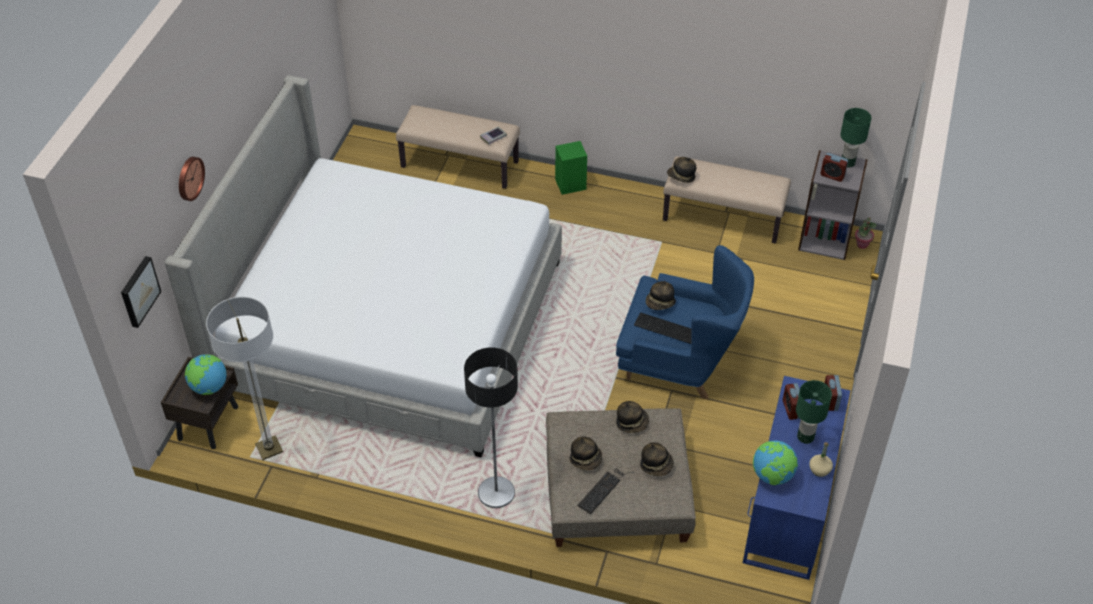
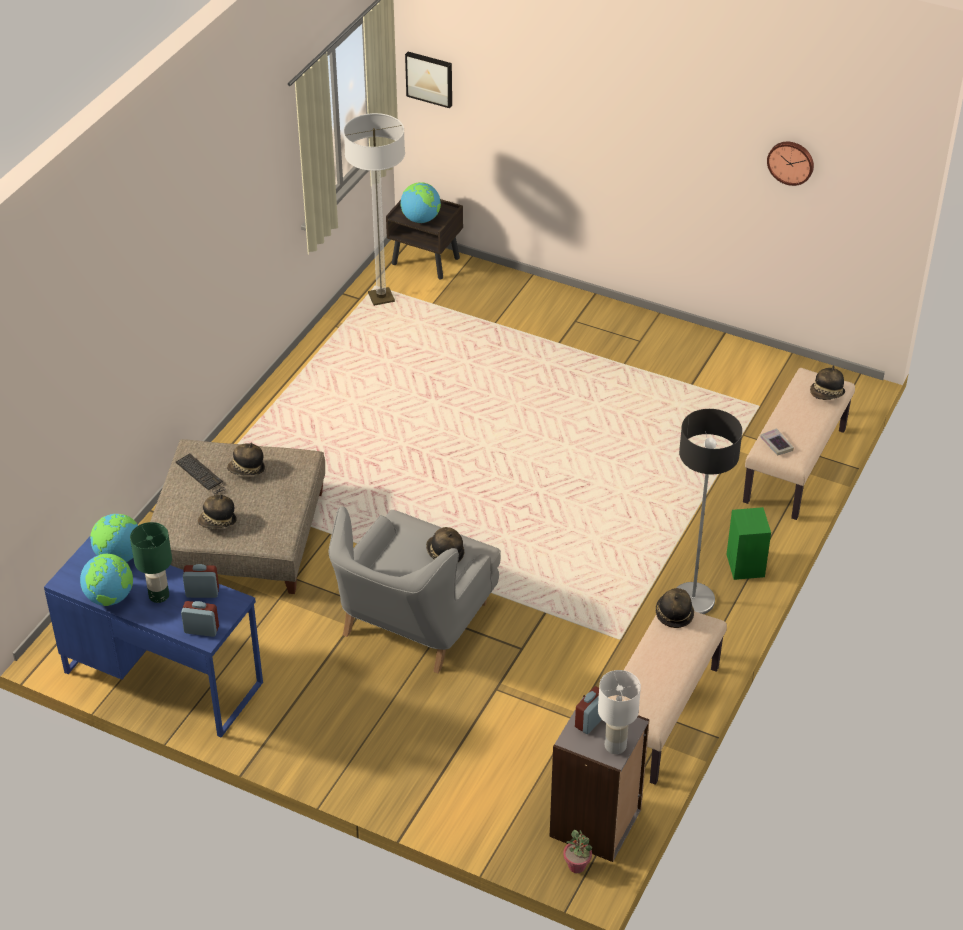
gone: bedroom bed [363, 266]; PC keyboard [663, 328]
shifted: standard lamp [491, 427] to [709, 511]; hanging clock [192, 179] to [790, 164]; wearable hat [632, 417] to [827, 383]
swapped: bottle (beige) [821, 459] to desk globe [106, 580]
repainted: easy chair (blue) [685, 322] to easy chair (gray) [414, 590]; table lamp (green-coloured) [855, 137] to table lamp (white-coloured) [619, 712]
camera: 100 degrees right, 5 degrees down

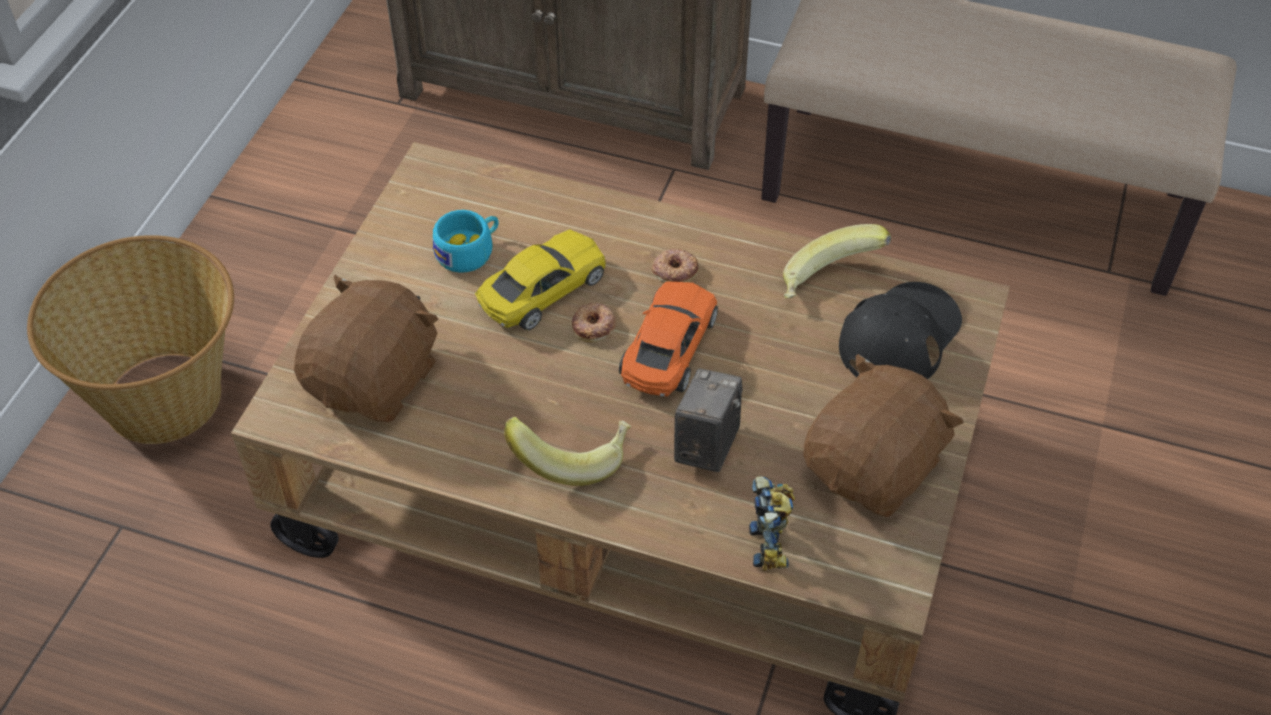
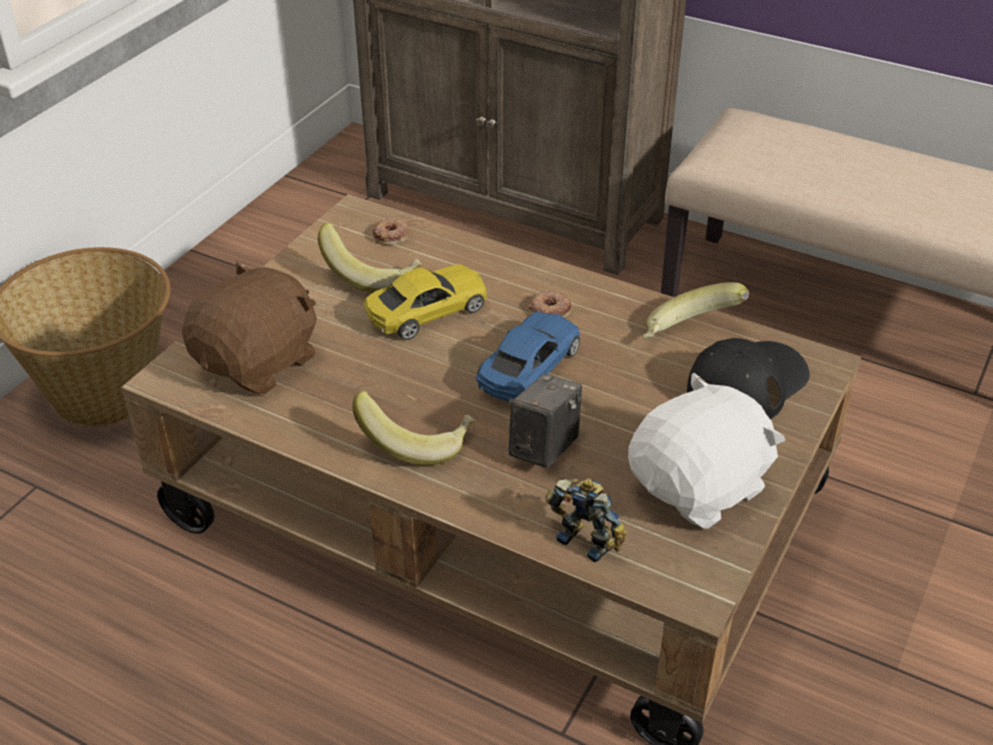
shifted: doughnut [594, 322] to [391, 231]
swapped: drinking cup (blue-green) [466, 241] to banana fruit [370, 258]
repainted: toy car (orange) [668, 339] to toy car (blue) [528, 357]; cuddly toy (brownish) [883, 435] to cuddly toy (white-coloured) [706, 451]
rotated: toy robot [772, 523] = [586, 520] 60 degrees counterclockwise
camera: 10 degrees right, 10 degrees down

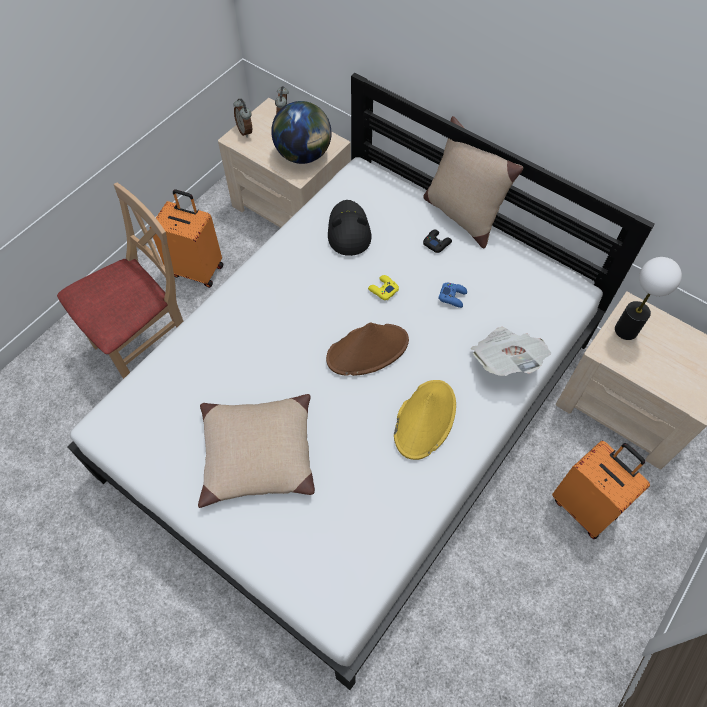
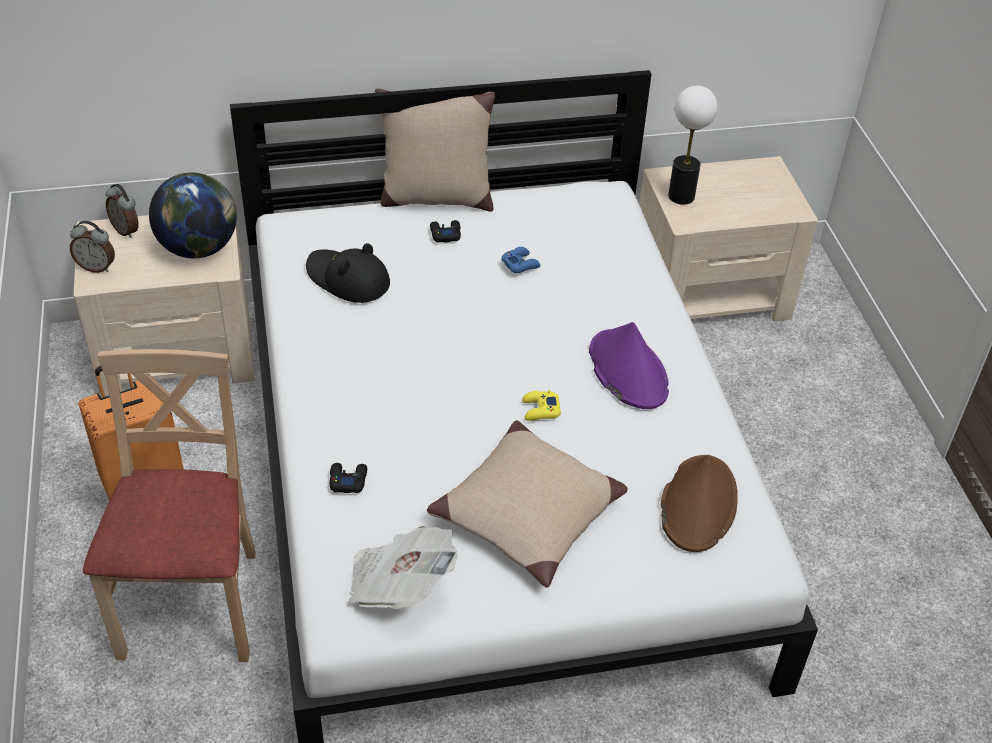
gone: piece of luggage (orange) [601, 490]
new: game controller (black) [348, 478]
shifted: printed paper [511, 351] to [403, 567]; game controller (yellowish) [383, 287] to [541, 405]; wearable hat (brownish) [367, 349] to [699, 503]
repainted: wearable hat (yellowish) [425, 420] to wearable hat (purple) [629, 365]
camera: 50 degrees left, 15 degrees down

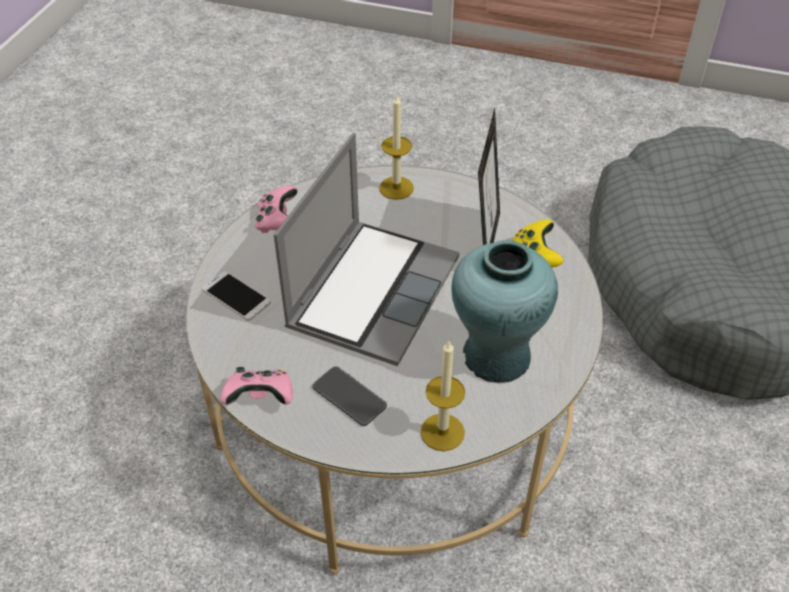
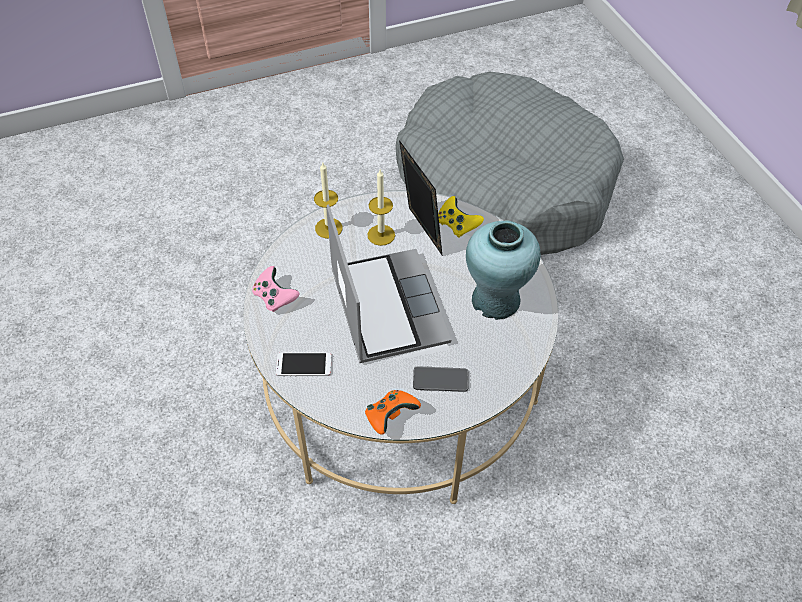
shifted: candle [443, 396] to [381, 208]
repainted: game controller (pink-coloured) [257, 386] to game controller (orange) [393, 412]
camera: 40 degrees left, 5 degrees up

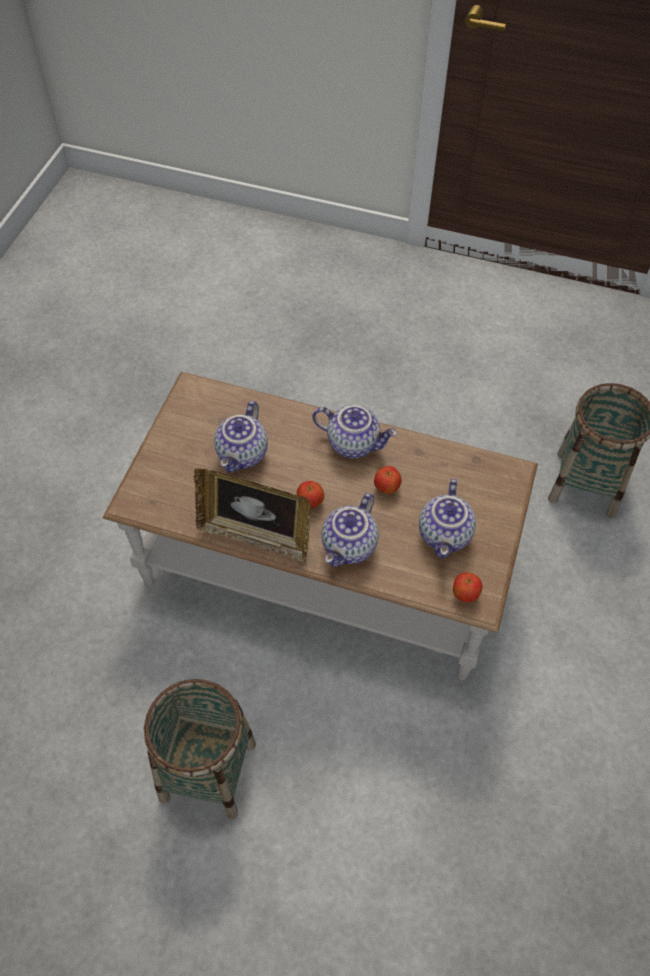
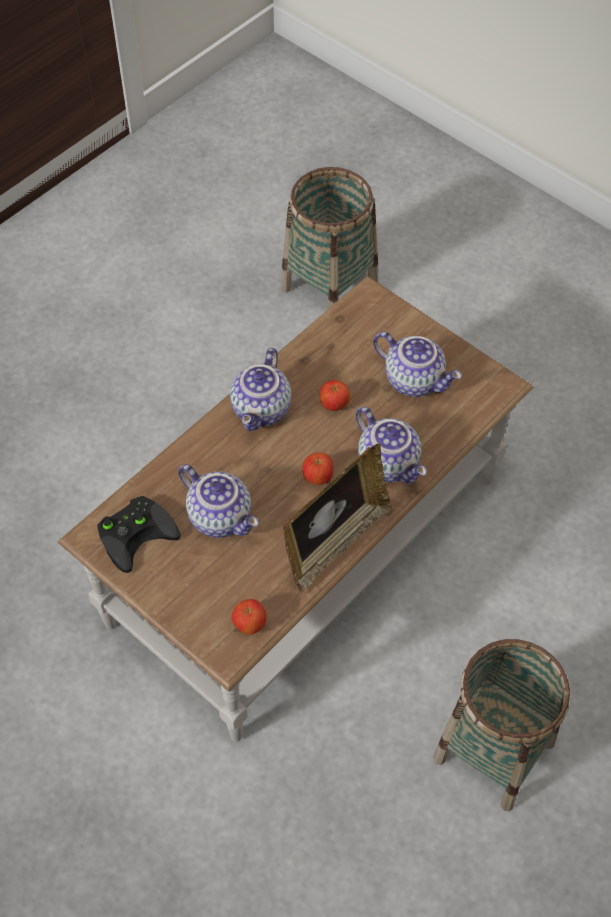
new: game controller (black) [139, 534]
shifted: apple [467, 587] to [249, 617]
rotated: tea pot [354, 431] = [261, 389] 150 degrees clockwise
camera: 65 degrees left, 0 degrees up

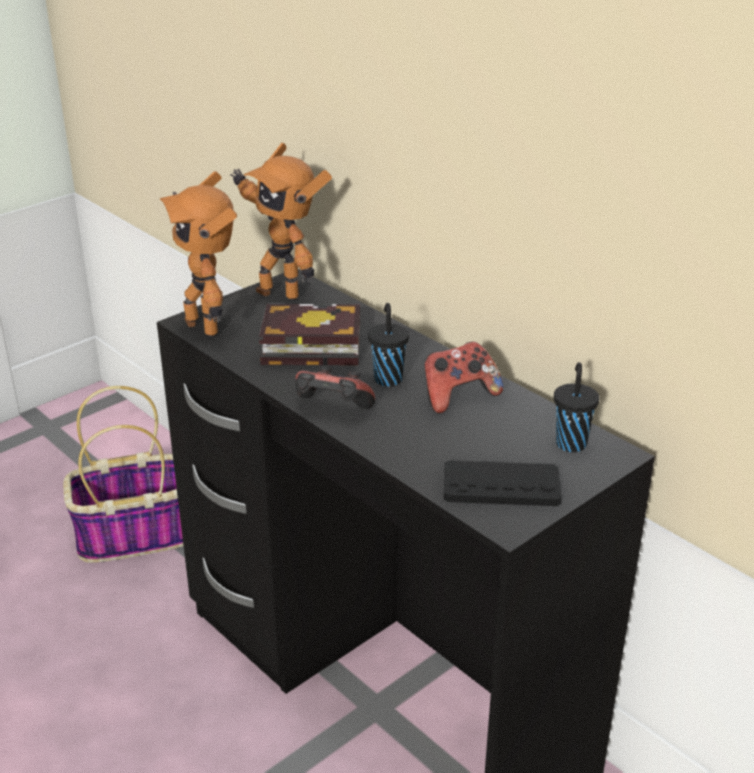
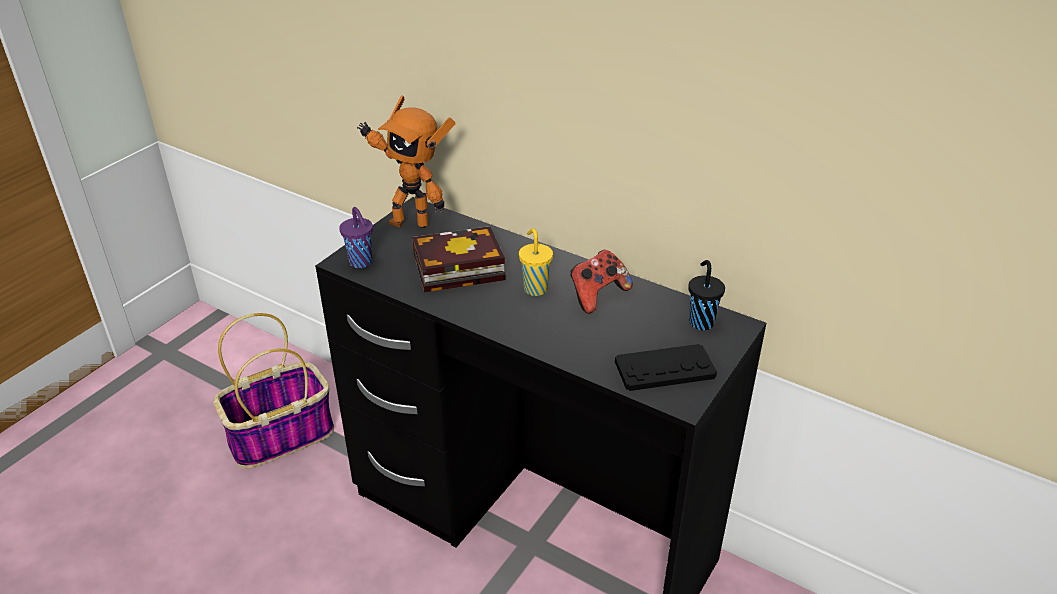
gone: game controller [335, 388]
swapped: toy robot [198, 254] to drinking cup (purple) [356, 237]
repainted: drinking cup (black) [388, 345] to drinking cup (yellowish) [536, 262]
camera: 15 degrees left, 5 degrees up

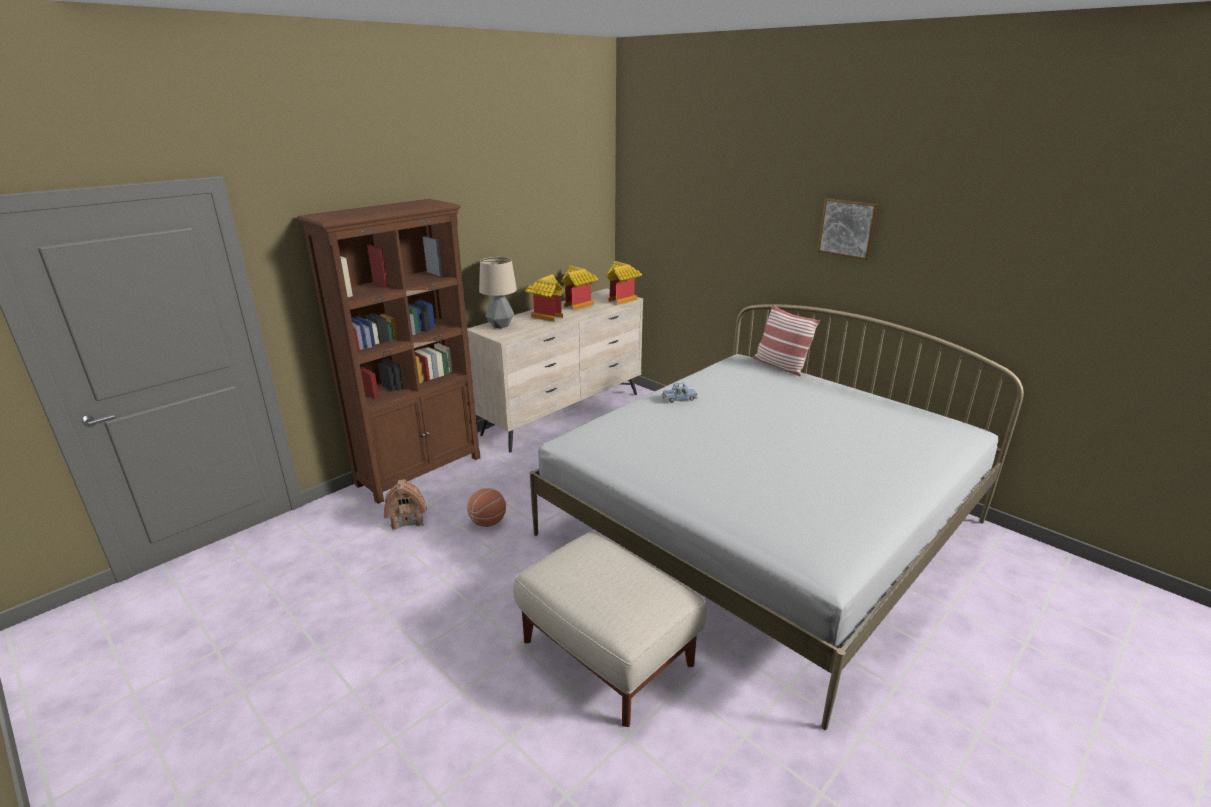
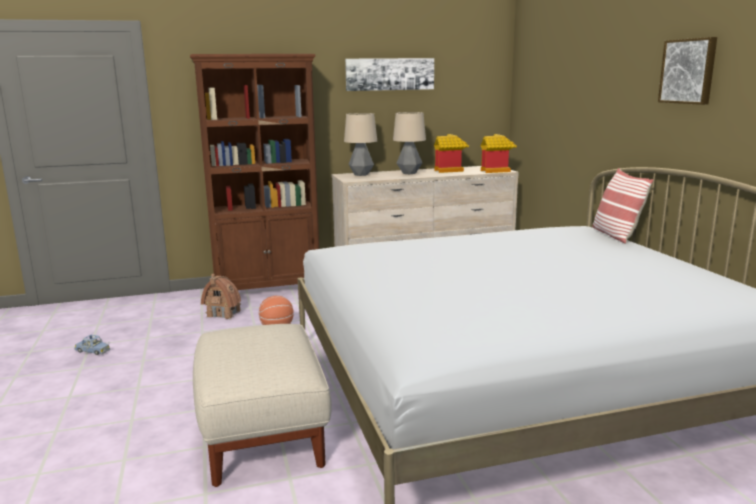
new: picture [389, 74]
shifted: toy car (blue) [679, 393] to [92, 345]
swapped: model house [544, 298] to table lamp [409, 143]
camera: 30 degrees right, 10 degrees down

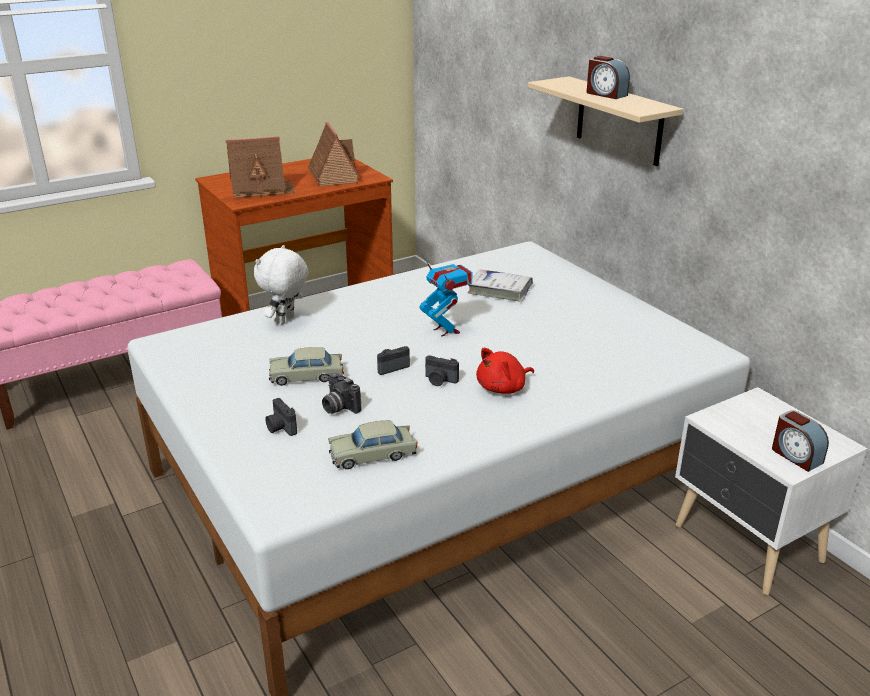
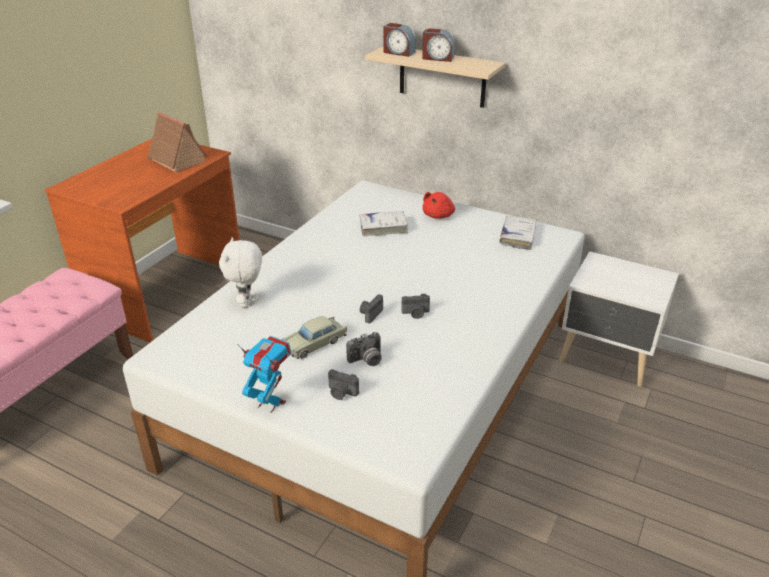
gone: model house [260, 167]; toy car (beige) [372, 444]
new: bound book (white-coloured) [517, 233]
shifted: toy robot [446, 296] to [264, 374]; table clock [800, 441] to [400, 40]; cuddly toy (red-coloured) [505, 371] to [438, 205]
rotated: still camera [342, 393] = [364, 349] 45 degrees counterclockwise
camera: 30 degrees left, 5 degrees up

